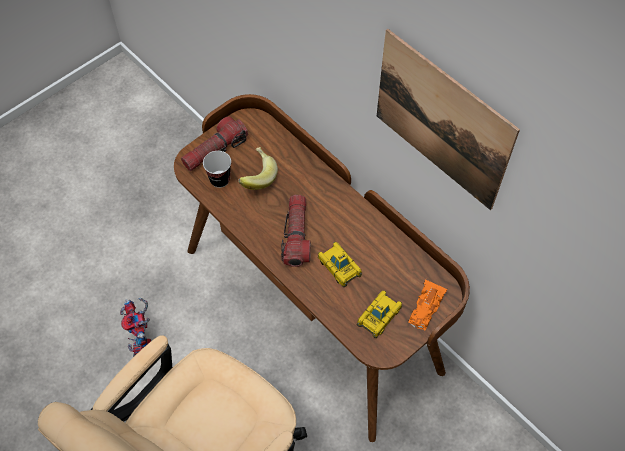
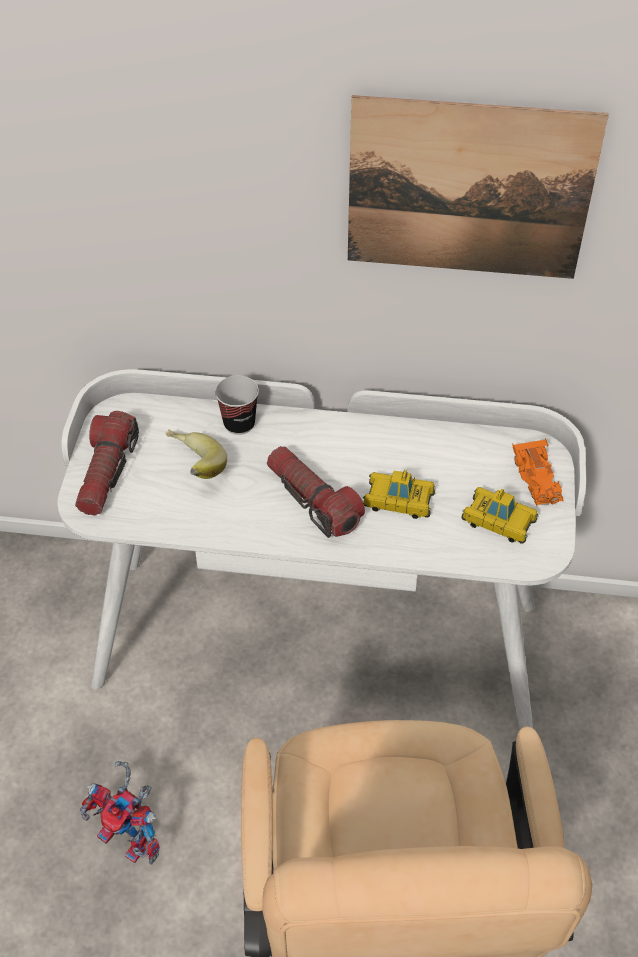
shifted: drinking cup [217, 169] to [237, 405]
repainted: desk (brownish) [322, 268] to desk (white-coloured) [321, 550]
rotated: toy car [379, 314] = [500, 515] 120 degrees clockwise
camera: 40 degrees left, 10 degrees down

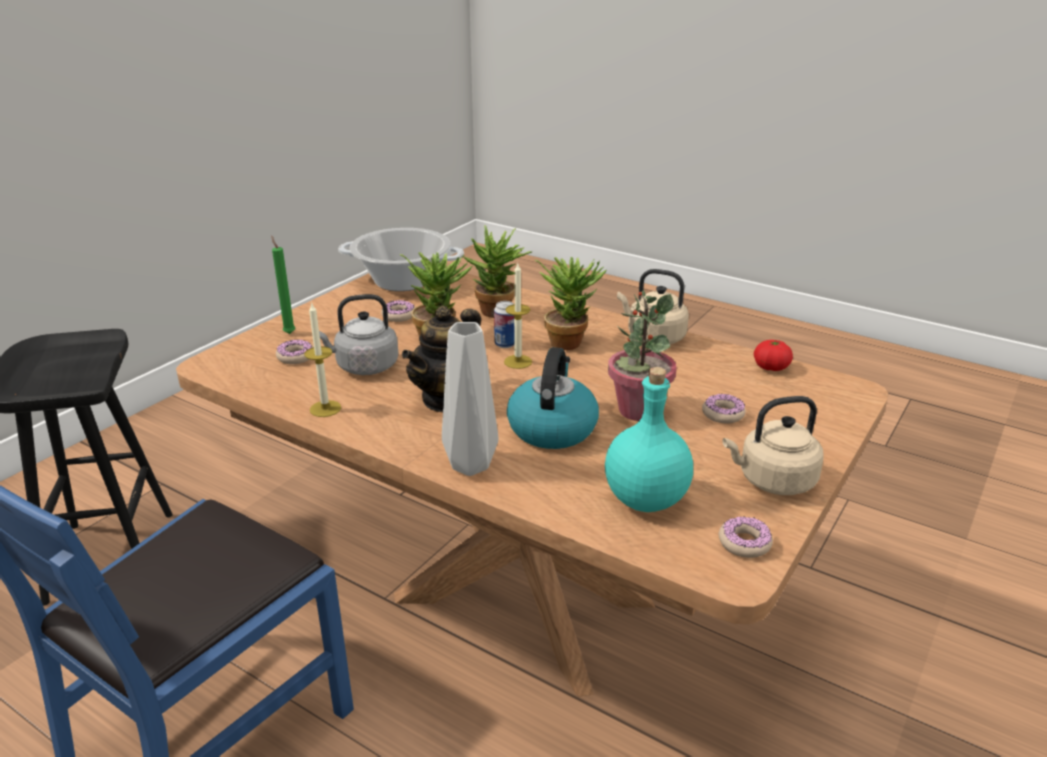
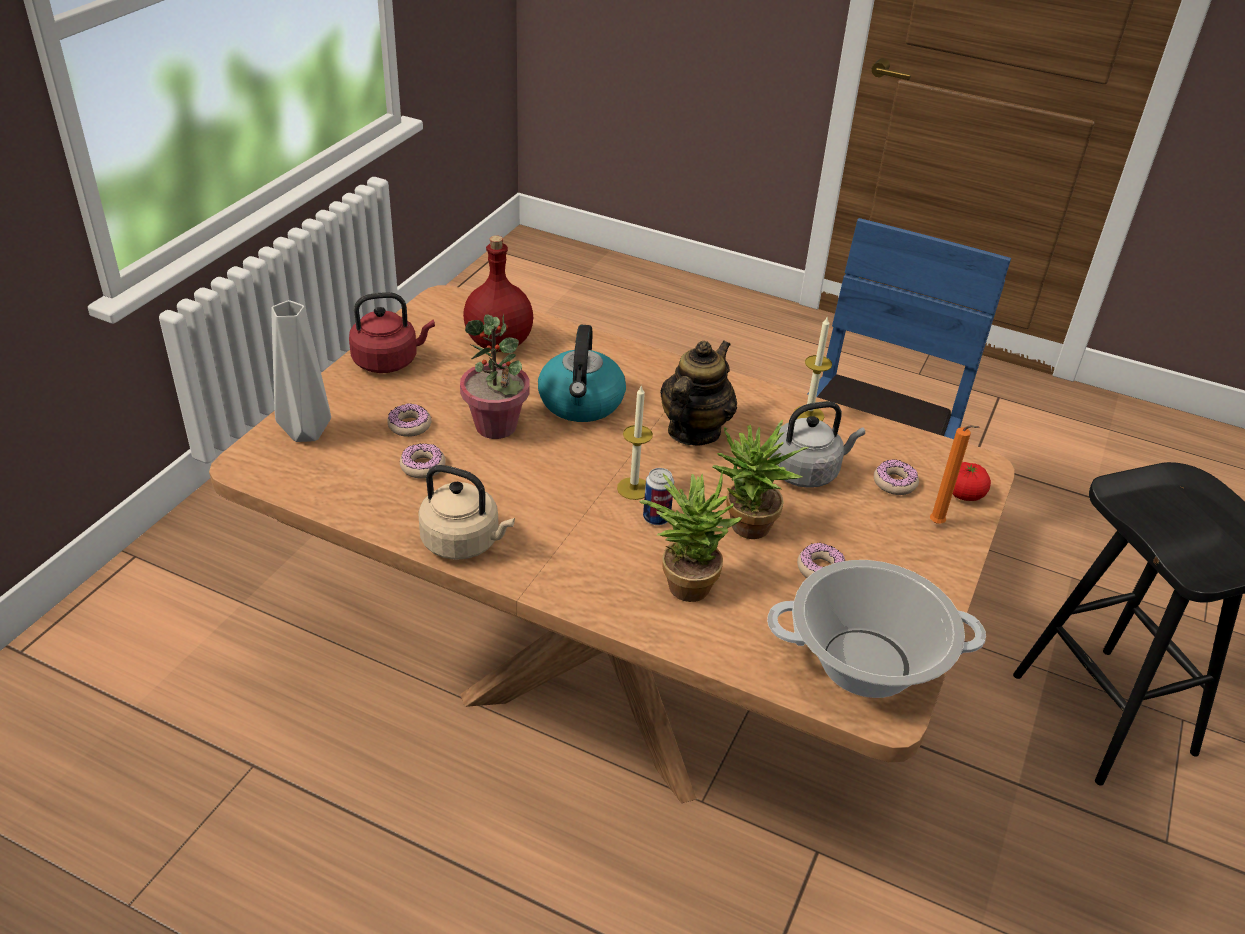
gone: potted plant [571, 303]
shifted: flower vase (gray) [470, 399] to [301, 371]; doughnut [746, 537] to [423, 461]; fresh tomato [773, 355] to [972, 481]
repainted: tea kettle (beige) [773, 445] to tea kettle (red-coloured) [392, 332]; bottle (blue-green) [649, 439] to bottle (red-coloured) [498, 293]; candle (green-coloured) [283, 285] to candle (orange) [955, 474]
camera: 170 degrees right, 10 degrees up

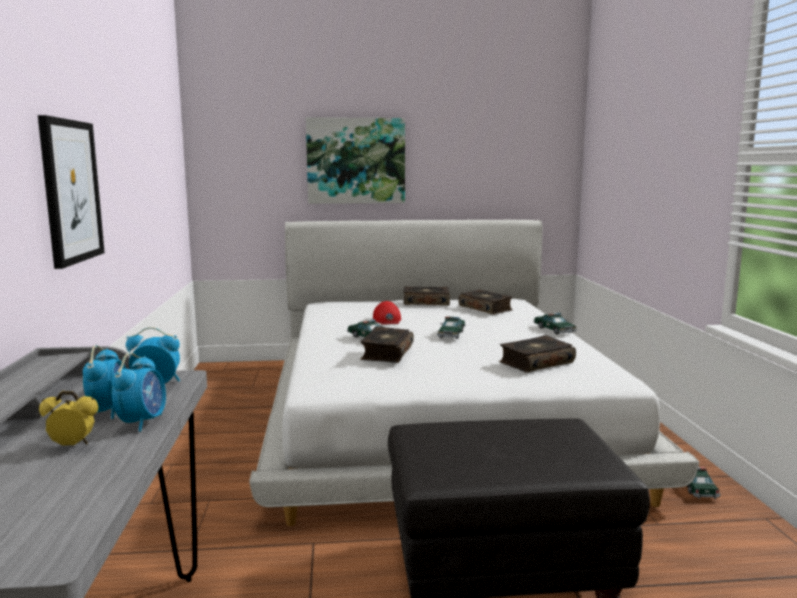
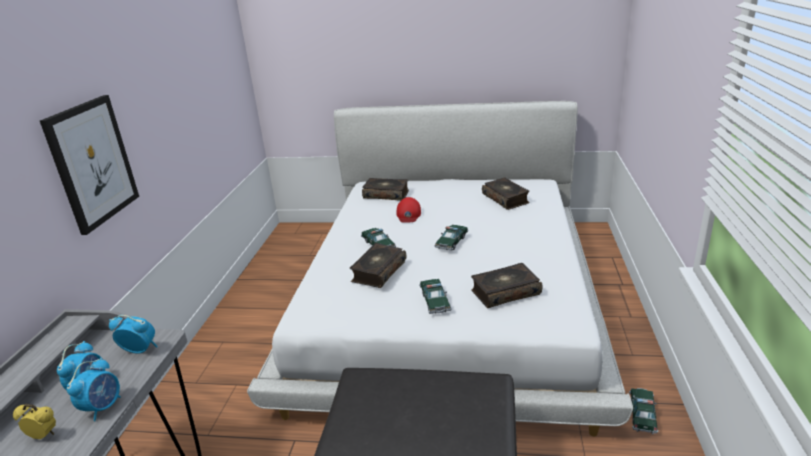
gone: picture [355, 160]
shifted: bound book [427, 296] to [385, 189]; toy car [555, 323] to [435, 296]
camera: 15 degrees right, 15 degrees up

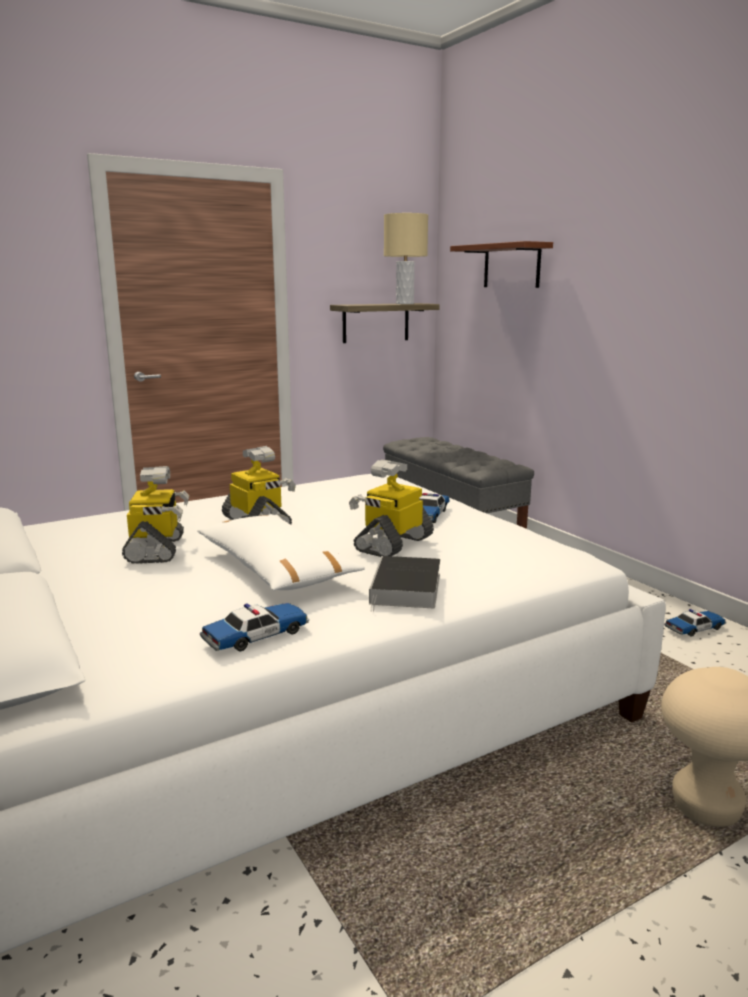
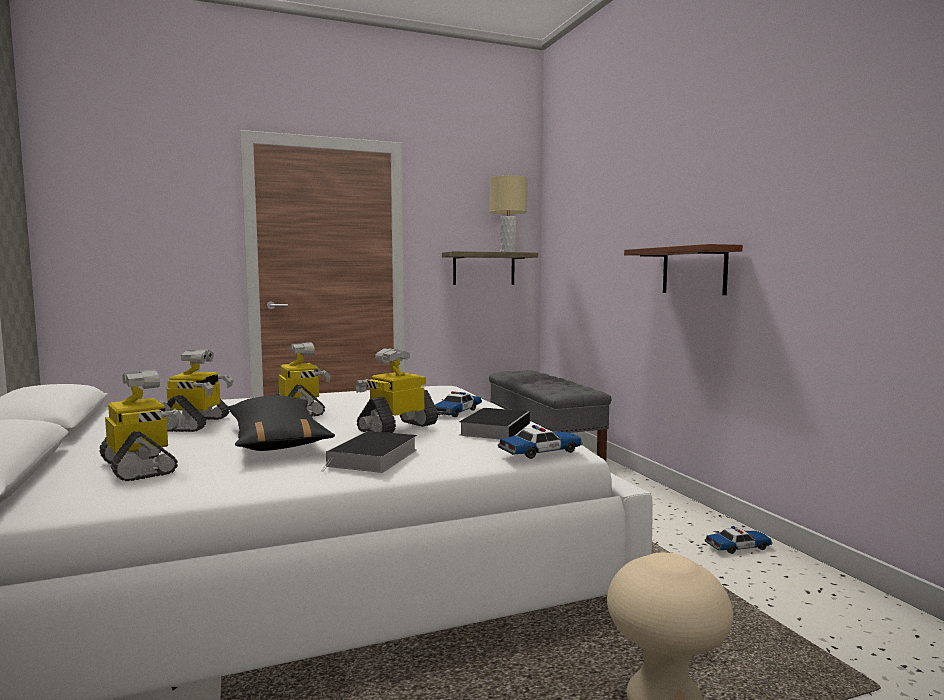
new: toy robot [142, 425]; bound book [494, 424]
shifted: toy car [254, 627] to [540, 442]; shelf [501, 264] to [683, 269]
repainted: pillow (white-coloured) [281, 552] to pillow (black) [281, 423]
camera: 10 degrees right, 10 degrees down

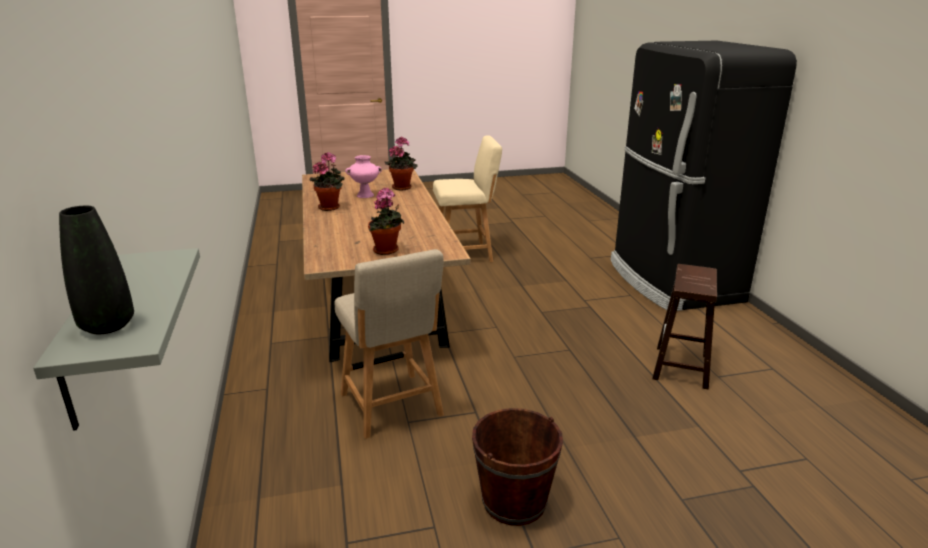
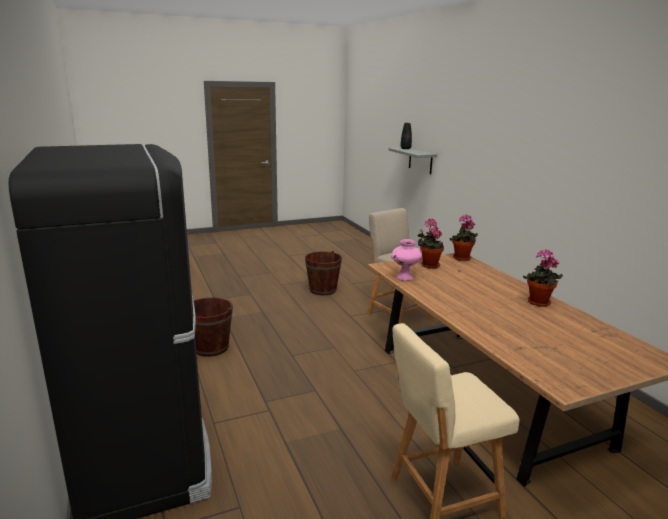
shifted: flower vase (pink-coloured) [363, 176] to [406, 260]; potted plant [401, 163] to [464, 238]
swapped: stool seat (brownish) [684, 326] to bucket (brownish) [213, 327]
camera: 170 degrees right, 5 degrees down

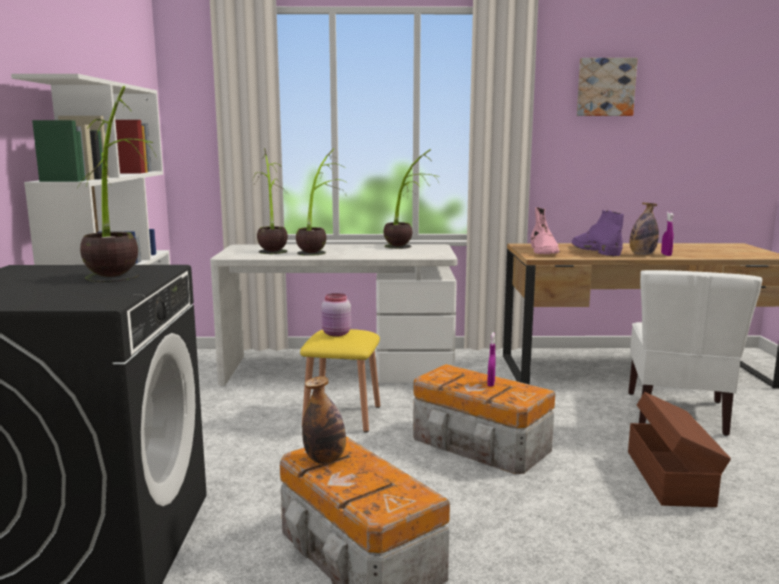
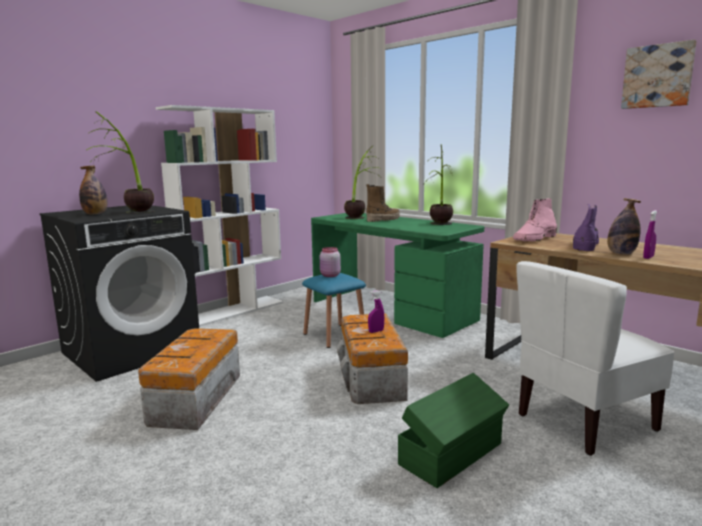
shifted: bottle [324, 420] to [93, 190]
swapped: potted plant [321, 202] to boot [383, 203]
repainted: stool seat (yellowish) [340, 381] to stool seat (blue) [334, 310]; desk (white-coloured) [334, 315] to desk (green-coloured) [397, 275]; storage box (brownish) [679, 449] to storage box (green-coloured) [453, 430]
camera: 45 degrees right, 0 degrees up

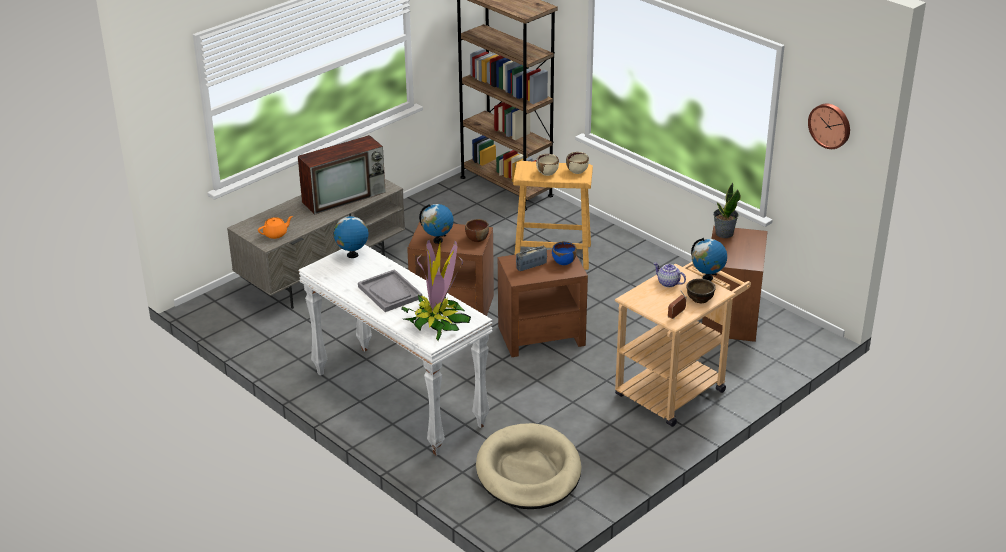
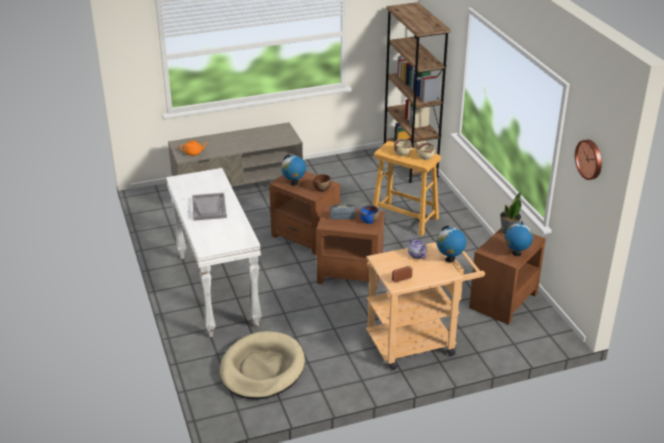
gone: TV set [342, 175]; potted plant [436, 290]; bowl (brownish) [701, 291]
shifted: desk globe [351, 235] to [519, 238]
camera: 25 degrees right, 0 degrees up

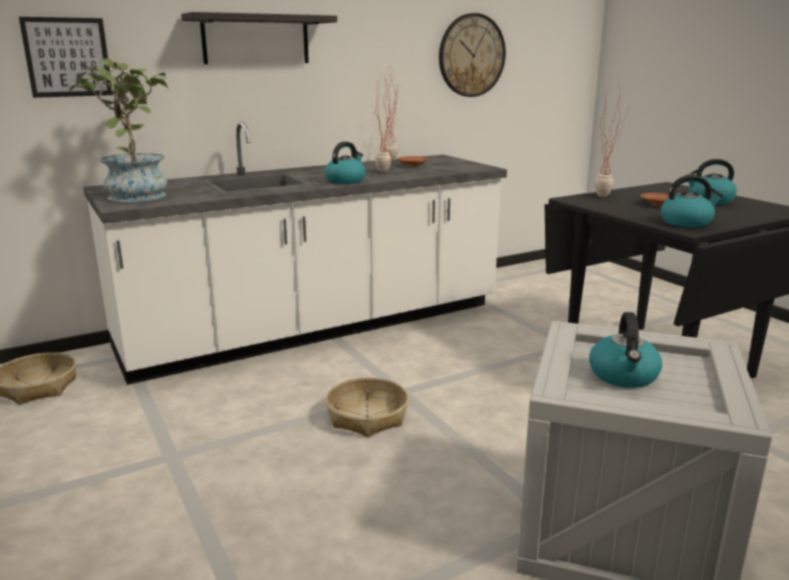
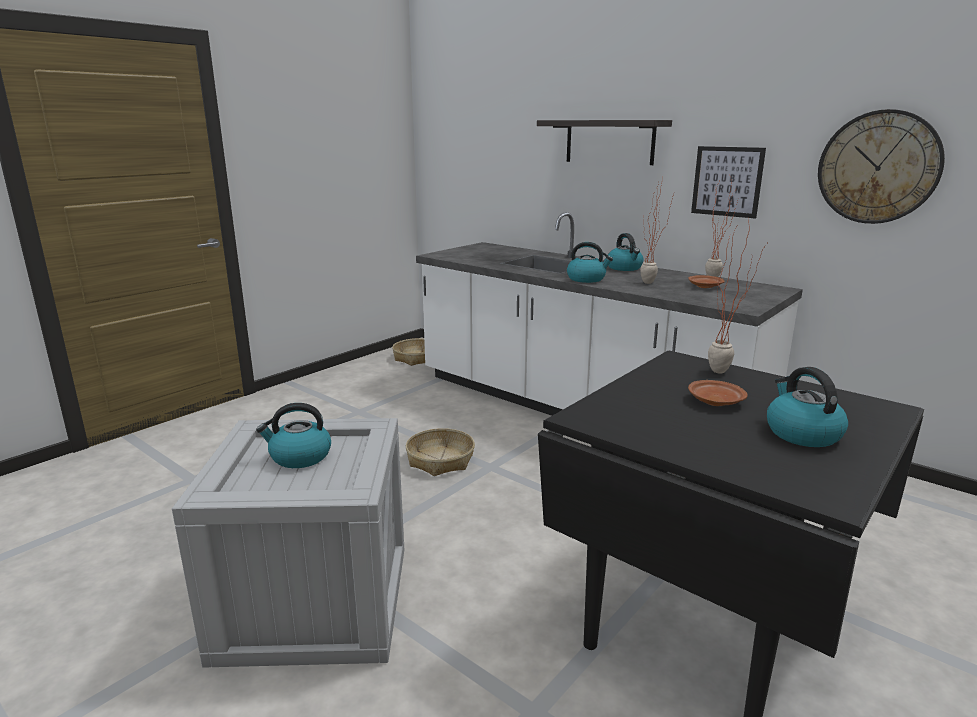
gone: potted plant [119, 130]
shifted: tea kettle [692, 201] to [626, 252]; picture [66, 57] to [728, 182]
camera: 70 degrees right, 0 degrees up

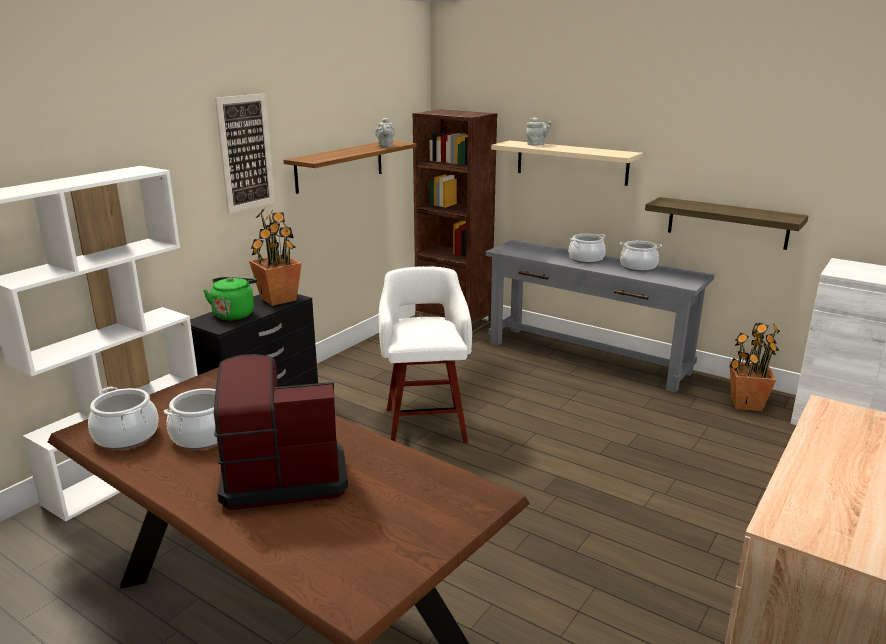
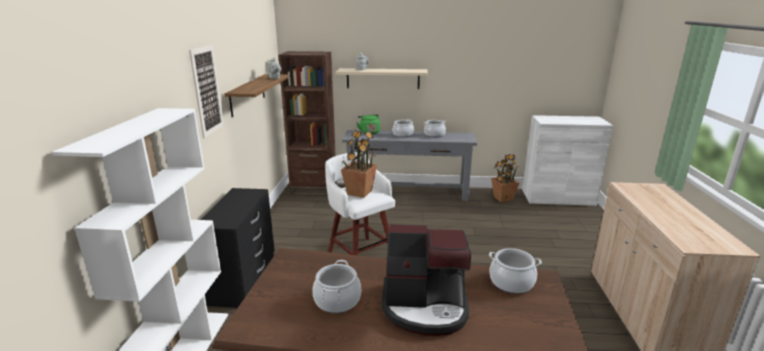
gone: shelf [726, 223]
shifted: potted plant [275, 257] to [359, 164]; tea kettle (green-coloured) [230, 298] to [368, 124]; cooking pot [123, 417] to [515, 271]
rotated: coffee brewer [281, 432] = [426, 280] 135 degrees counterclockwise
camera: 30 degrees left, 0 degrees up

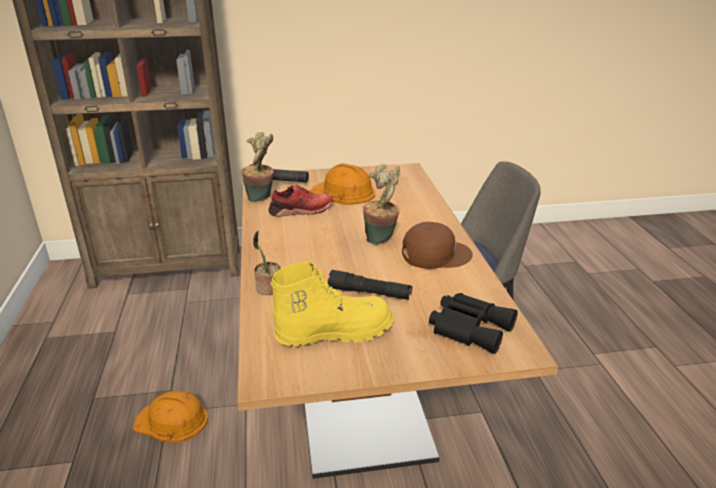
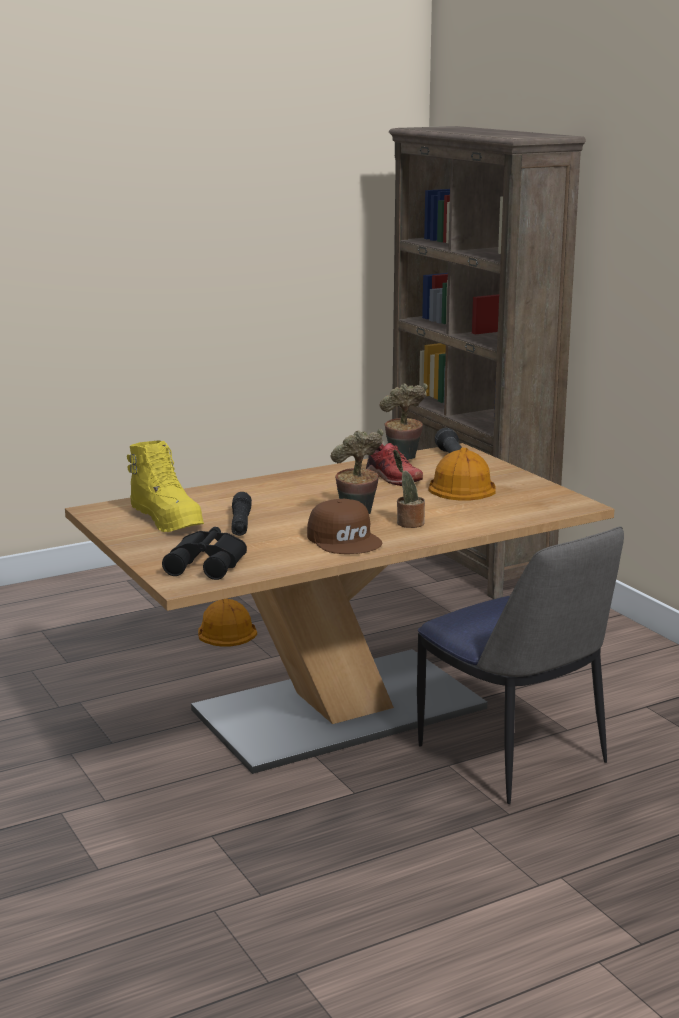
shifted: potted plant [267, 263] to [409, 489]
camera: 70 degrees right, 10 degrees down

